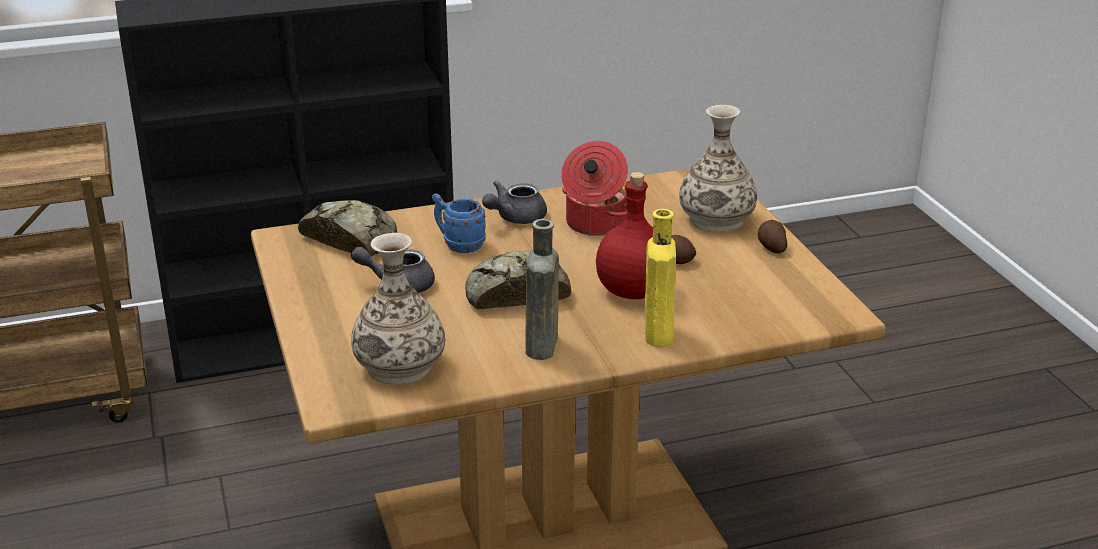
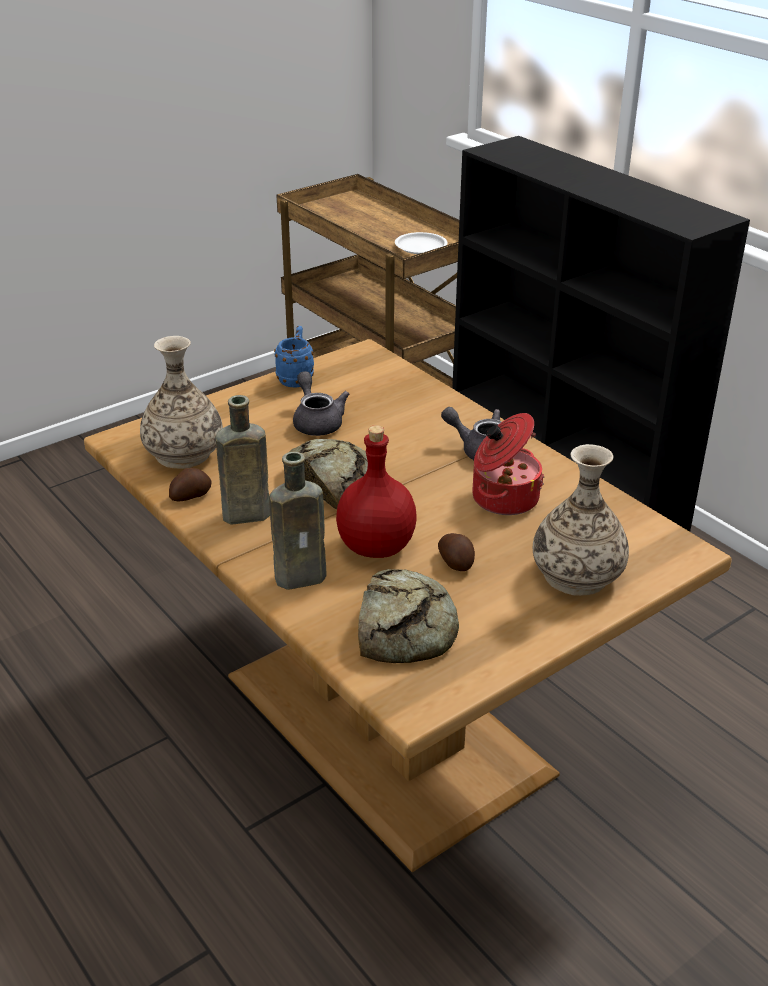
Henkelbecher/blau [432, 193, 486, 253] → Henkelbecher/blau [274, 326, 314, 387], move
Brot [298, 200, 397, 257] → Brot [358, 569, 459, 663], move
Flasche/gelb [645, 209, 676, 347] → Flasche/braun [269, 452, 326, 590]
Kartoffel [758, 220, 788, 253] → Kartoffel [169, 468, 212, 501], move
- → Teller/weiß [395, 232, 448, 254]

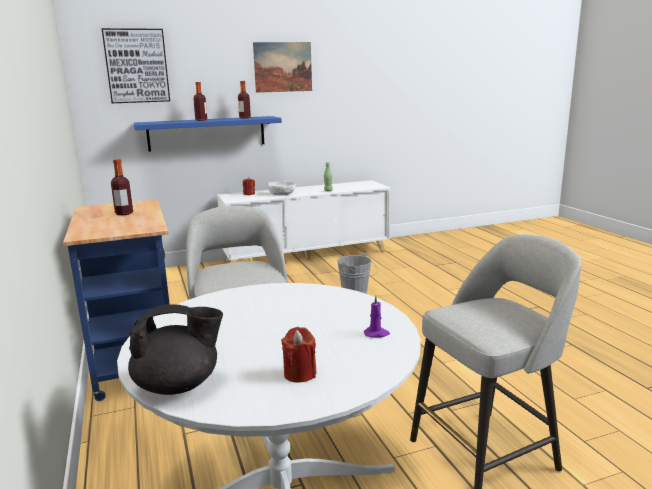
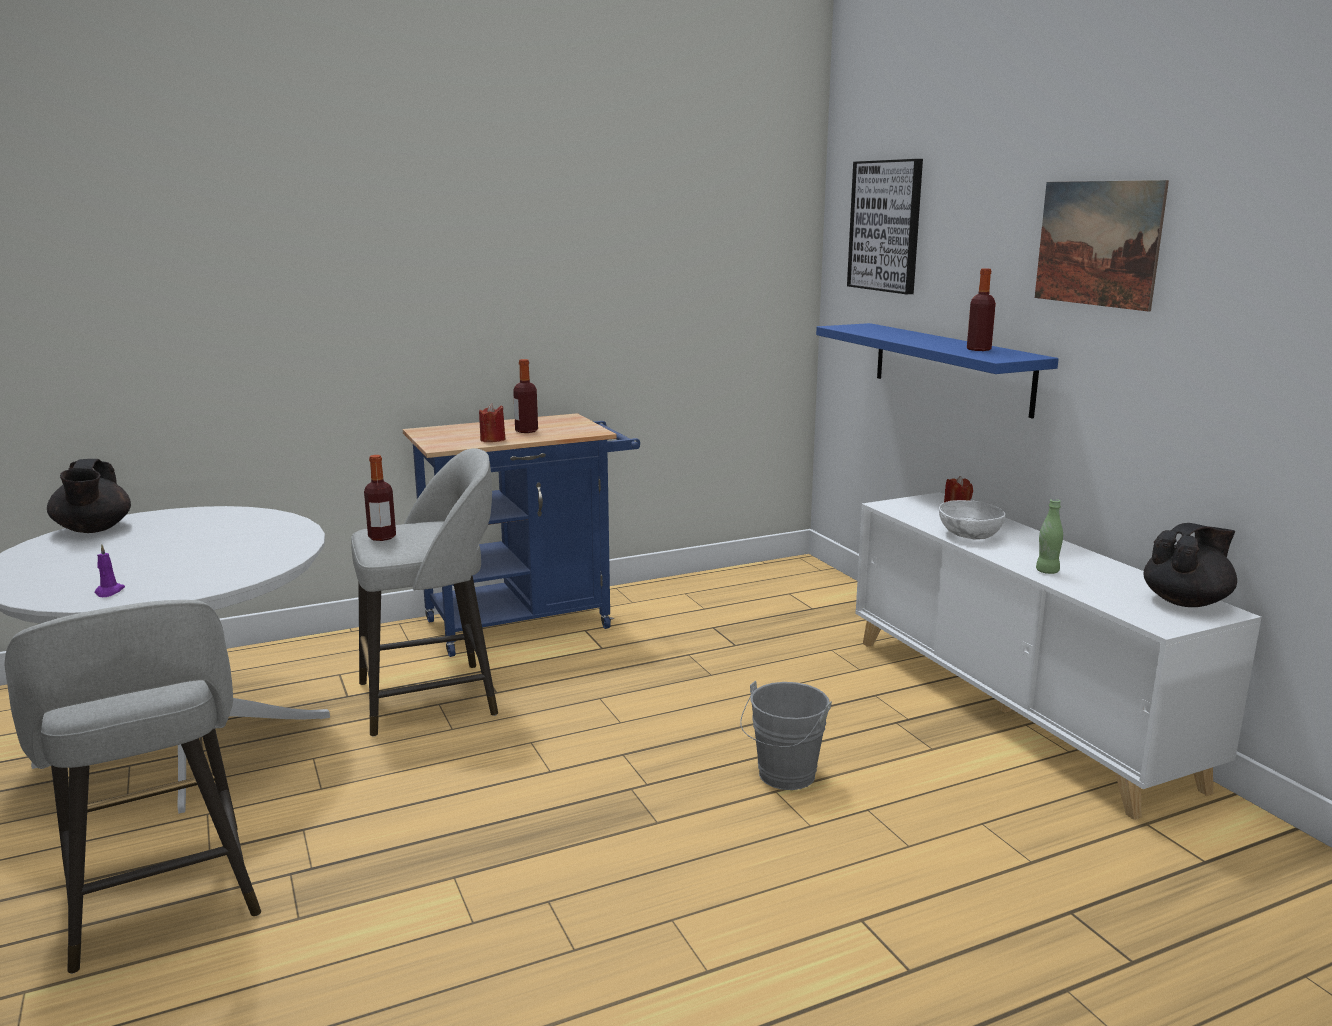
Flasche [193, 82, 207, 121] → Flasche [364, 455, 396, 541], move
Kerze/rot [281, 327, 317, 382] → Kerze/rot [479, 403, 506, 442], move
- → Teekanne/schwarz [1143, 523, 1237, 607]

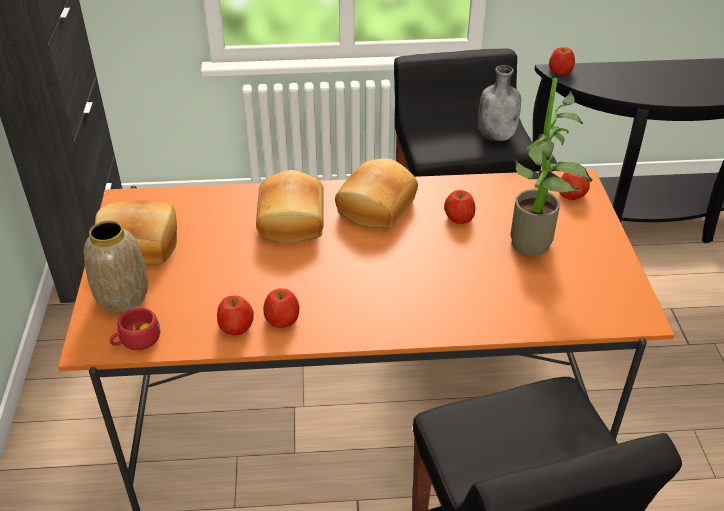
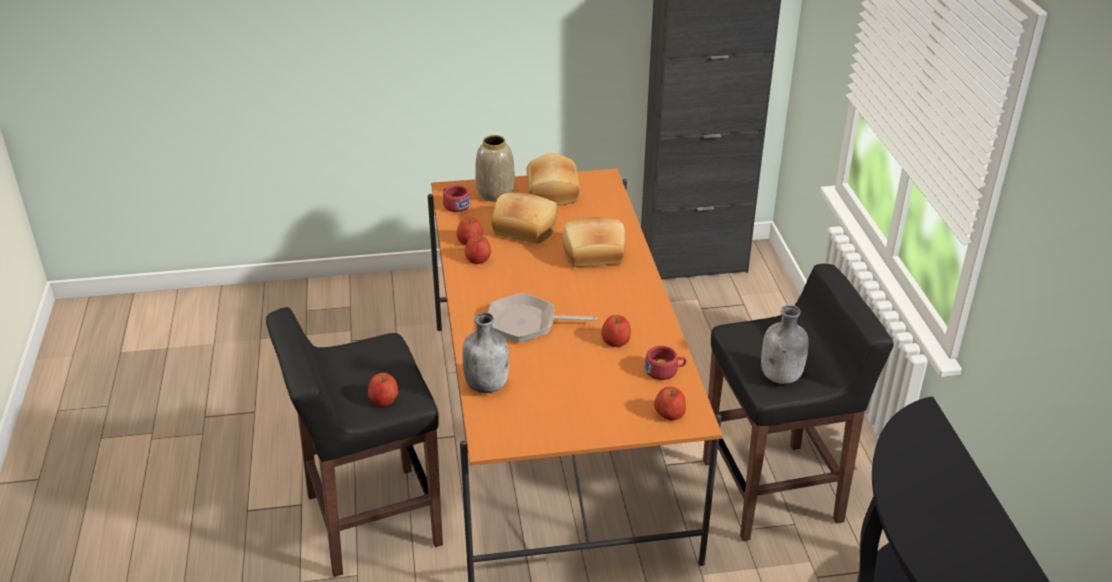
Apfel [549, 47, 575, 75] → Apfel [368, 373, 398, 407], move
Topfpflanze [511, 78, 593, 256] → -
Brot [335, 158, 418, 229] → Brot [491, 193, 558, 244], move
- → Pfanne [488, 293, 597, 343]
- → Flasche/grau [462, 312, 509, 393]
- → Tasse/rot [645, 346, 686, 380]

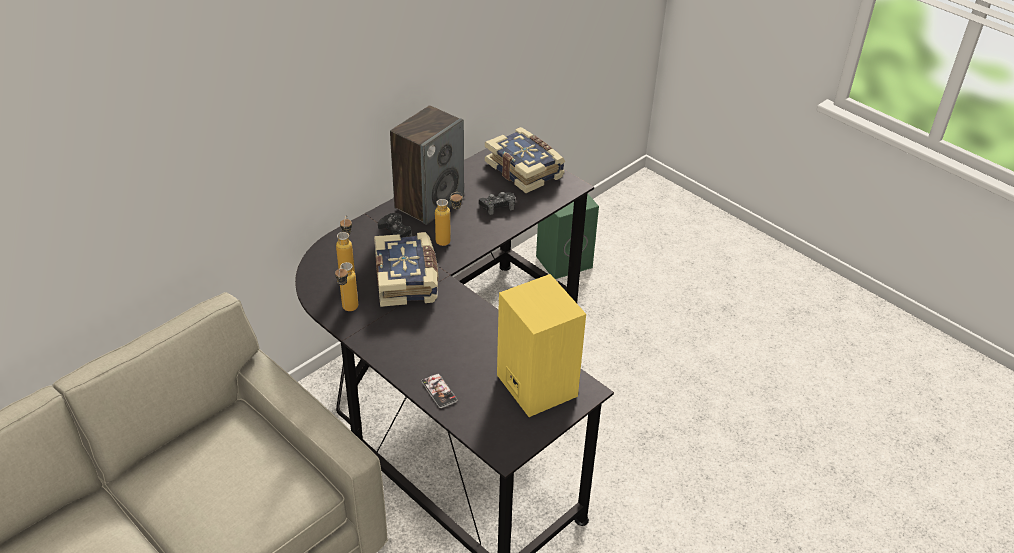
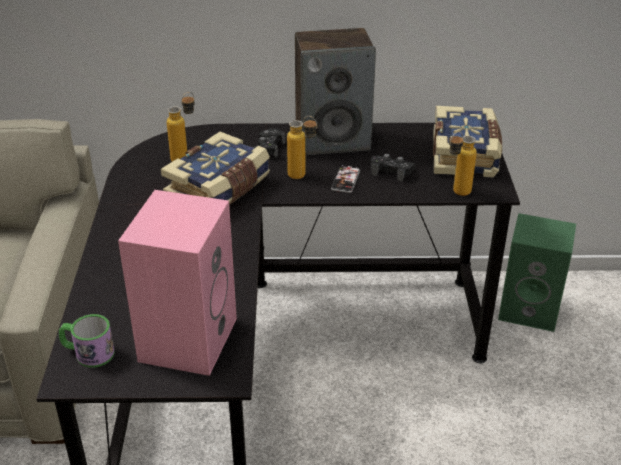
Flasche [335, 262, 358, 311] → Flasche [449, 132, 477, 196], move
Lautsprecher/gelb [497, 274, 586, 417] → Lautsprecher/rosa [118, 190, 237, 376]
Handy [422, 374, 458, 408] → Handy [331, 165, 360, 193], move
- → Henkelbecher [59, 314, 115, 368]

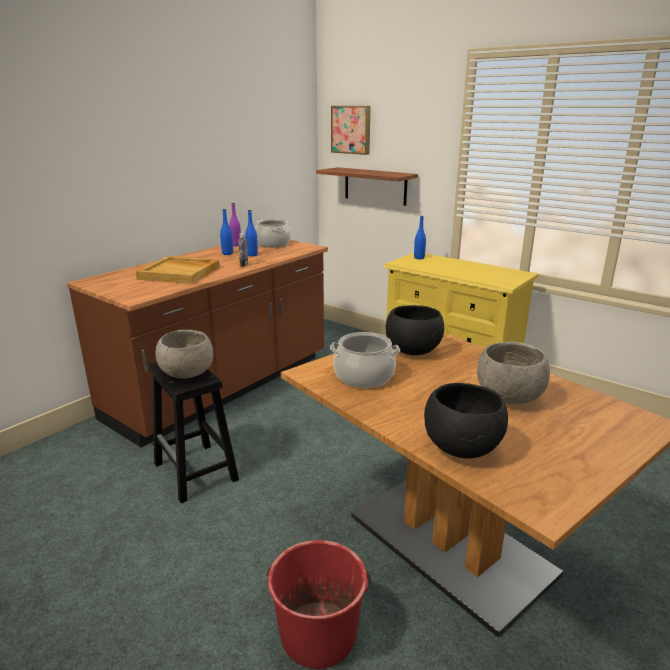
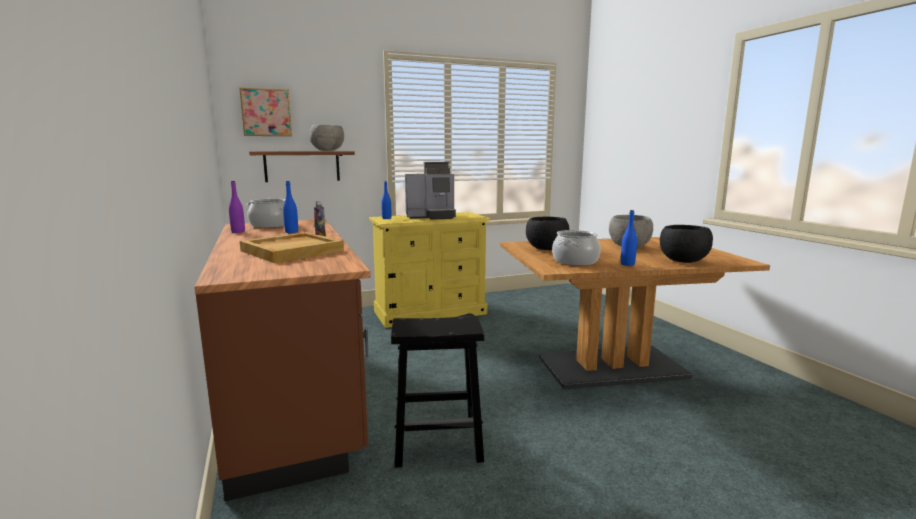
Flasche/blau [220, 209, 233, 255] → Flasche/blau [621, 210, 637, 266], move
Schüssel/grau [155, 330, 213, 379] → Schüssel/grau [309, 125, 344, 151], move
Eimer/rot [266, 540, 371, 669] → -
- → Kaffeemaschine [405, 162, 456, 220]

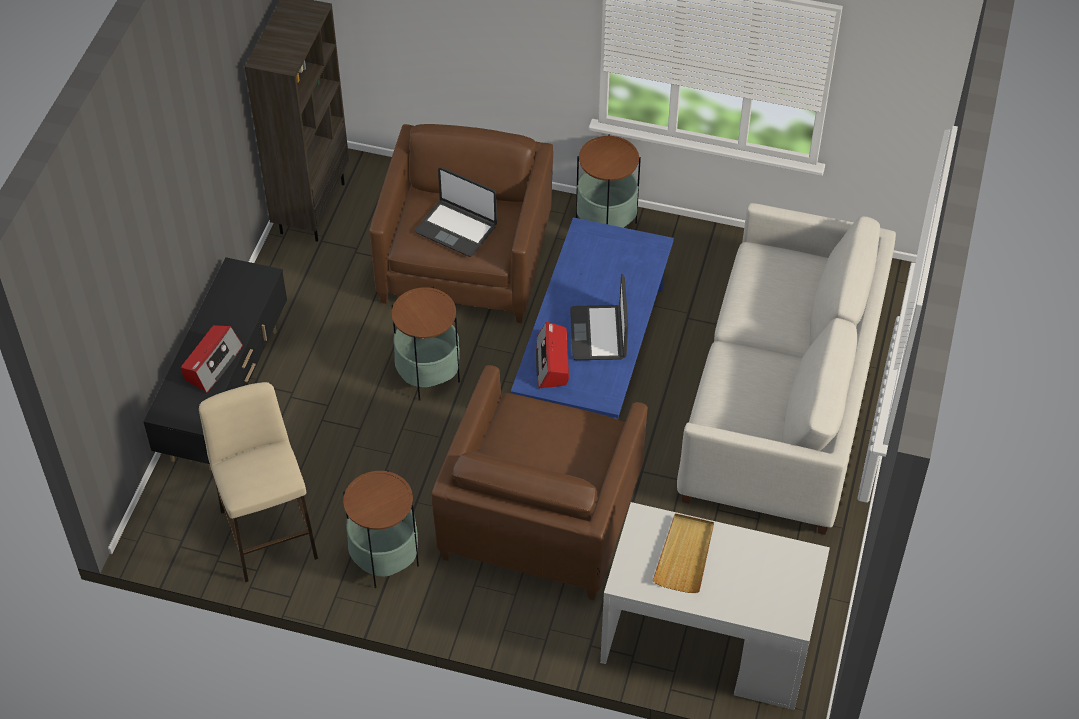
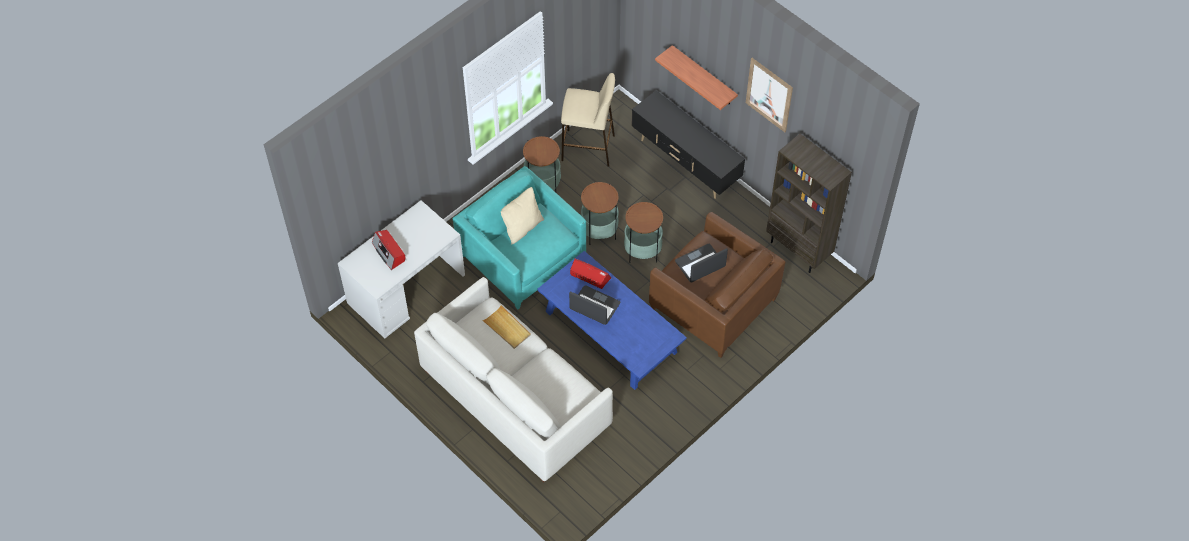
Beistelltisch [576, 134, 641, 228] → Beistelltisch [581, 182, 619, 245], move
Radio [181, 325, 243, 393] → Radio [372, 230, 405, 270], move
Sessel/braun [431, 365, 648, 600] → Sessel/türkis [453, 166, 586, 309]
Tablett/beige [653, 513, 714, 593] → Tablett/beige [482, 305, 531, 349], move
- → Wandregal [655, 45, 738, 110]
- → Bild [746, 58, 793, 132]
- → Kissen/beige [501, 187, 544, 244]

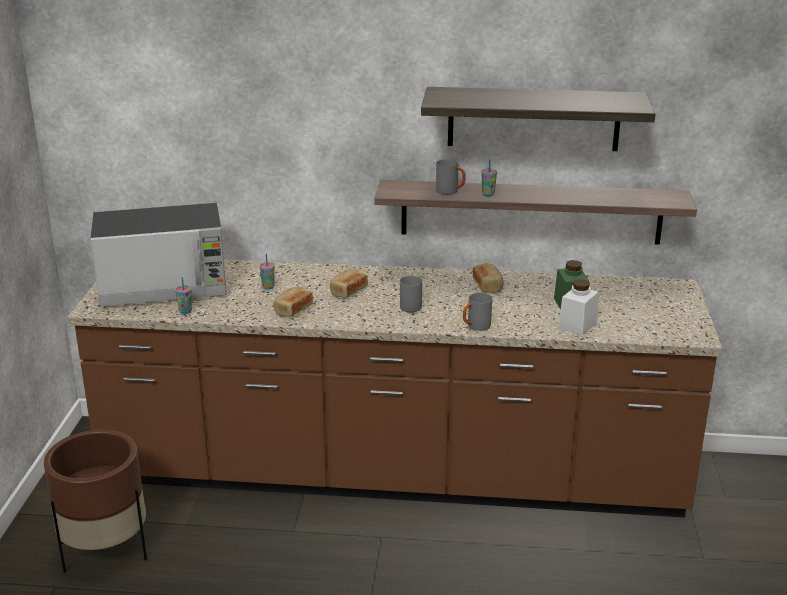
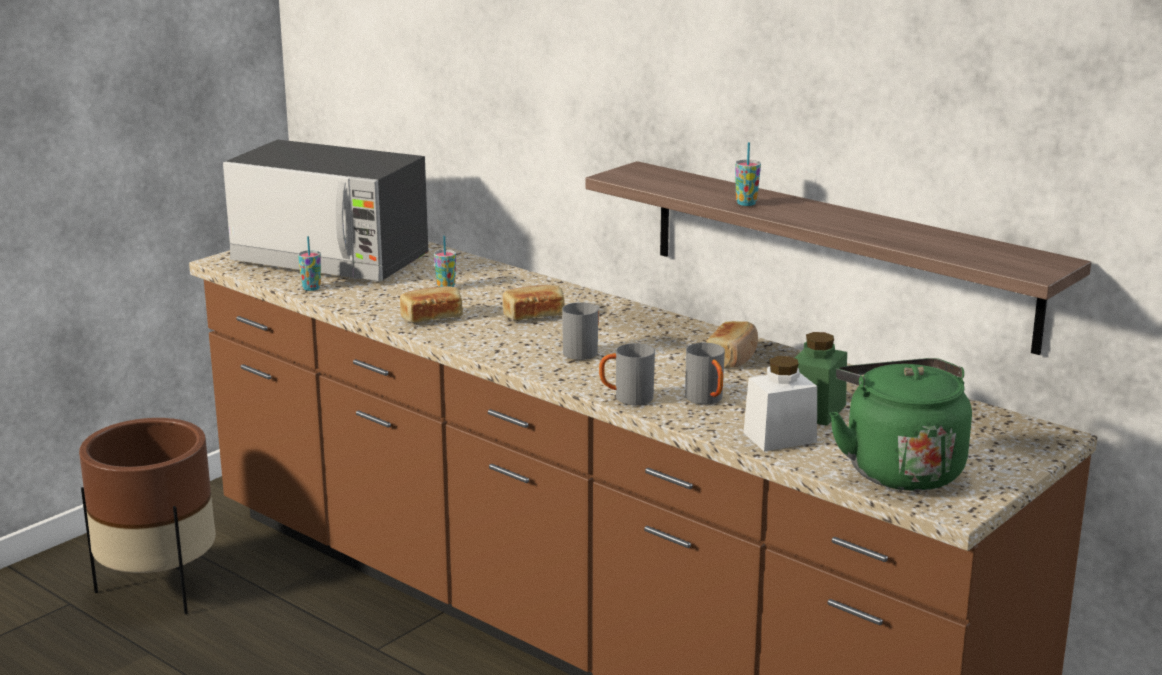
Wandregal [421, 87, 656, 151] → -
Henkelbecher/grau [436, 159, 466, 195] → Henkelbecher/grau [685, 343, 725, 404], move
- → Wasserkessel/grün [830, 358, 972, 491]

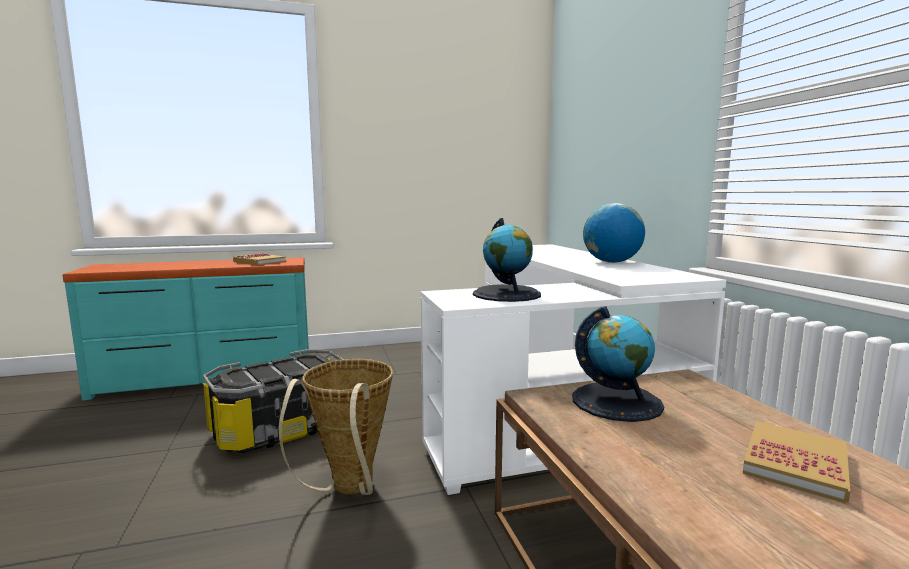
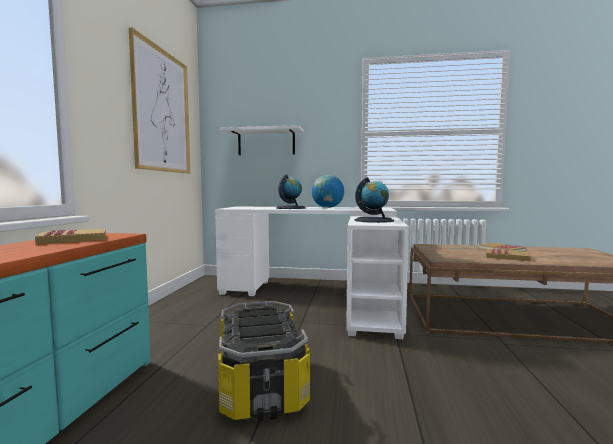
Globus [572, 306, 664, 422] → Globus [276, 174, 306, 209], move
Korb [279, 359, 393, 495] → -
- → Bild [129, 27, 190, 173]
- → Wandregal/weiß [221, 125, 304, 155]
- → Buch [486, 249, 531, 261]

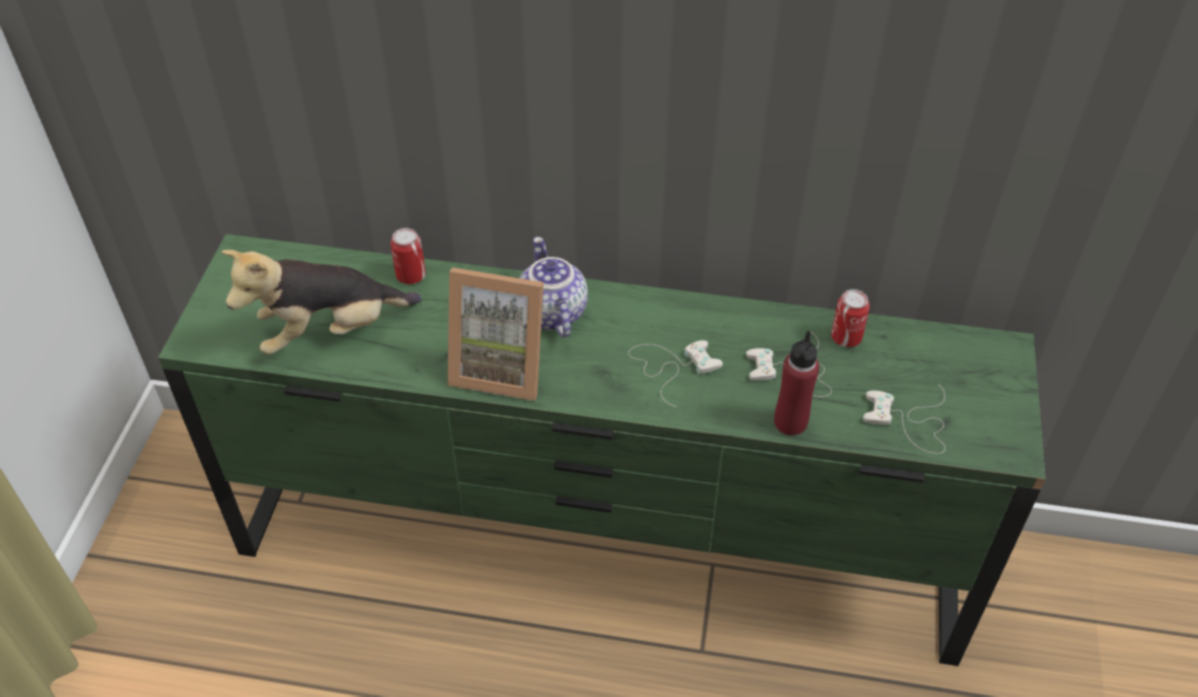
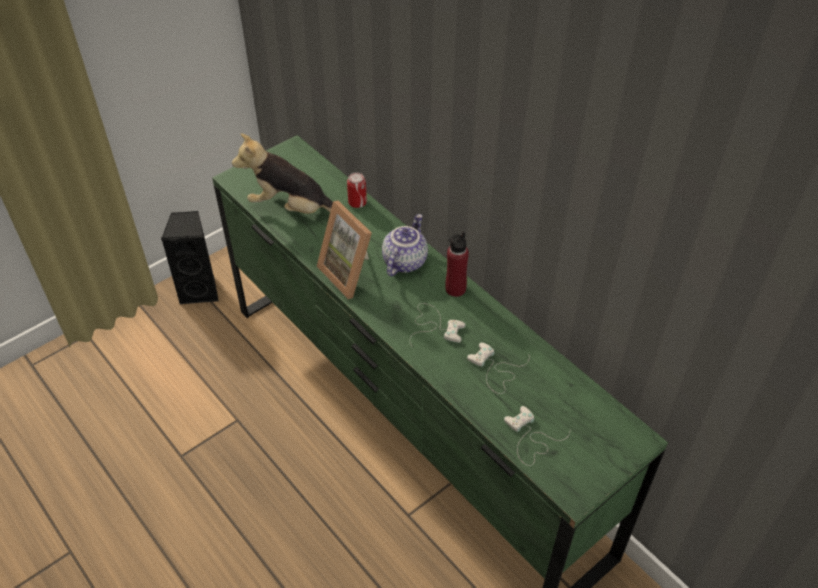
Dose [831, 289, 870, 347] → -
Flasche/rot [774, 330, 819, 436] → Flasche/rot [445, 232, 469, 297], move
- → Lautsprecher/schwarz [161, 211, 219, 304]

